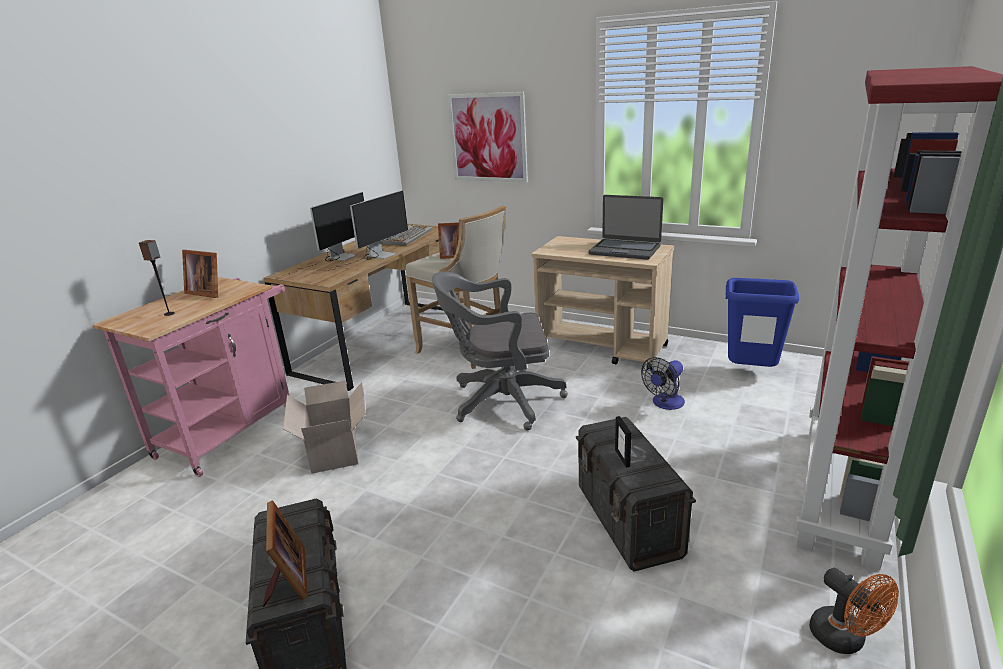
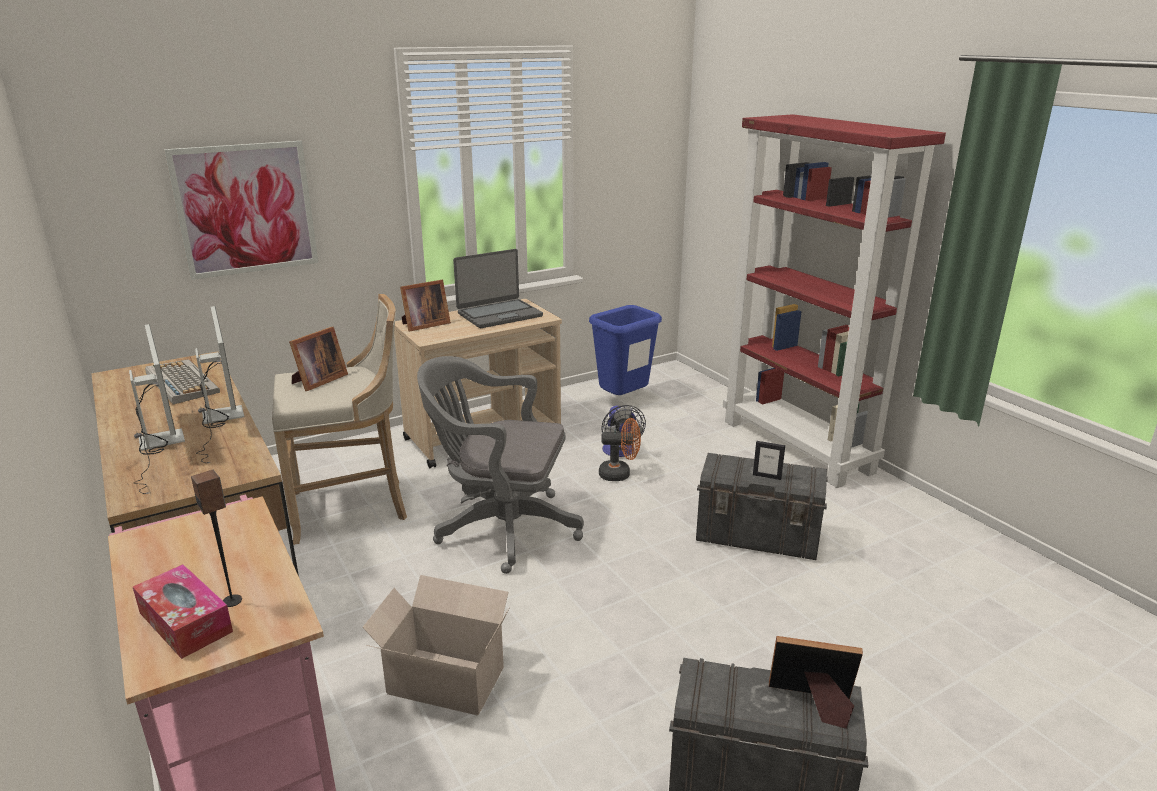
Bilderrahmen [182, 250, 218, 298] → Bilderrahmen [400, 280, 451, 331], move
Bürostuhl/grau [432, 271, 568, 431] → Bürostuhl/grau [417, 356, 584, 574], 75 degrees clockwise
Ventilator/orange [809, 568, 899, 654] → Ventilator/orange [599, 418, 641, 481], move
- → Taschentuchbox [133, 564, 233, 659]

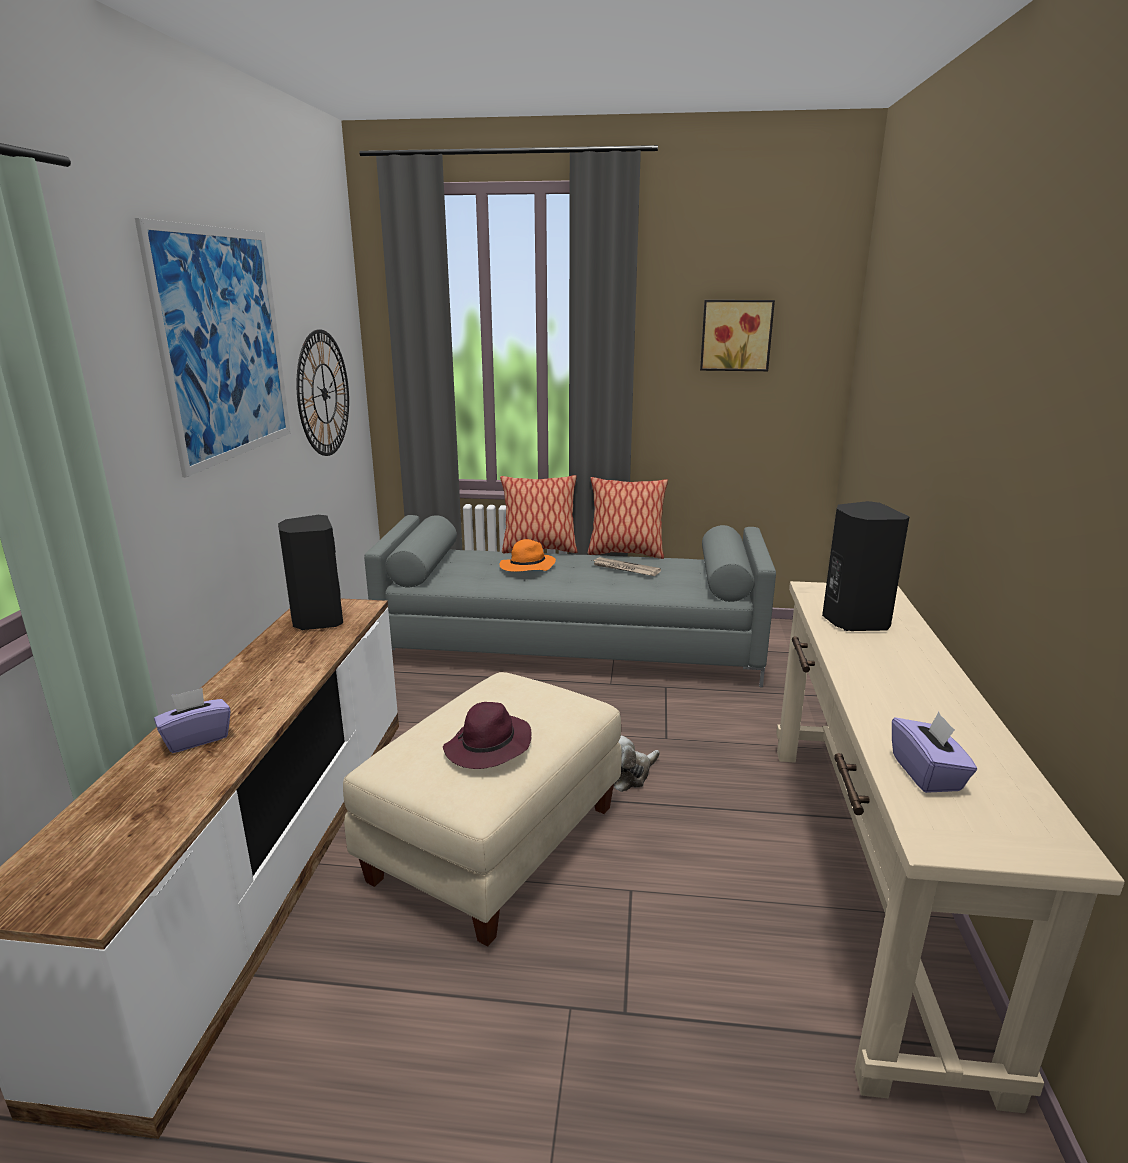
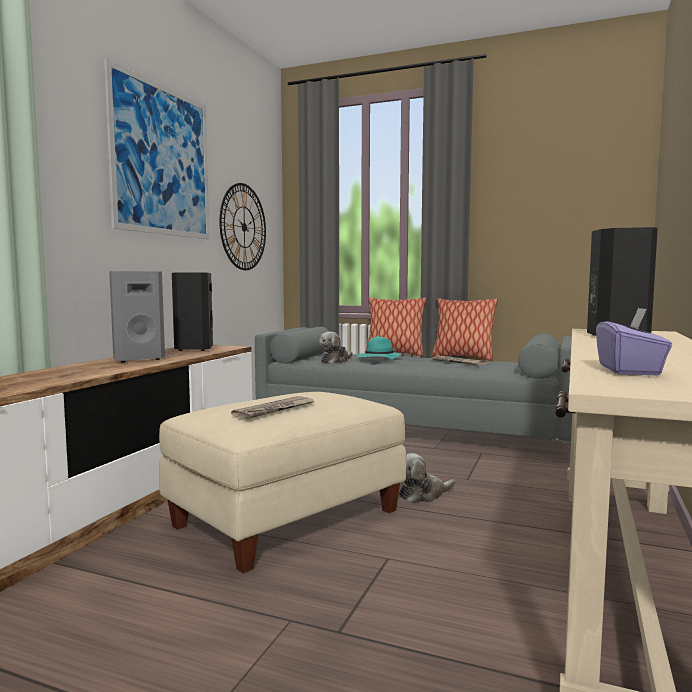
Bild [700, 300, 775, 371] → -
Hut/orange [500, 539, 556, 572] → Hut/türkis [357, 336, 401, 359]
Taschentuchbox/lila [154, 688, 231, 753] → -
Hut/lila [443, 702, 532, 769] → Zeitung [231, 396, 314, 419]
- → Lautsprecher/grau [109, 271, 165, 362]
- → Plüschtier [319, 332, 353, 364]

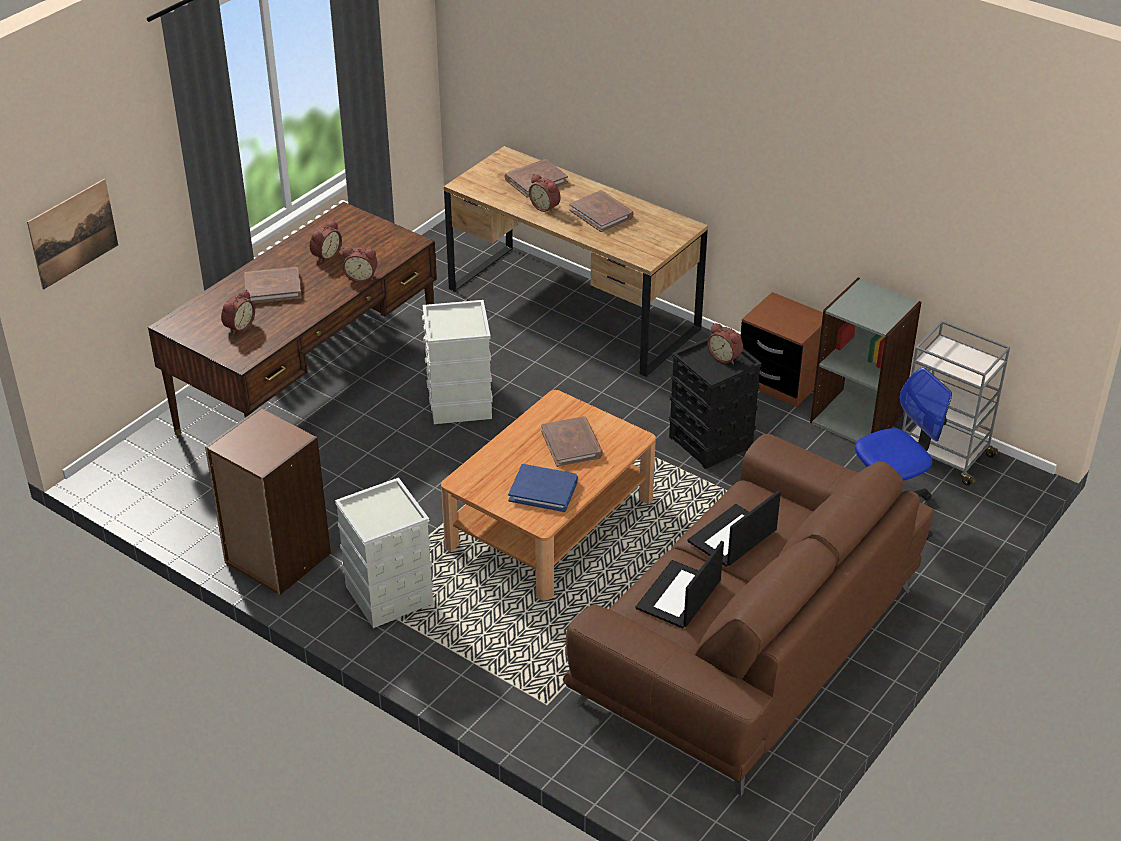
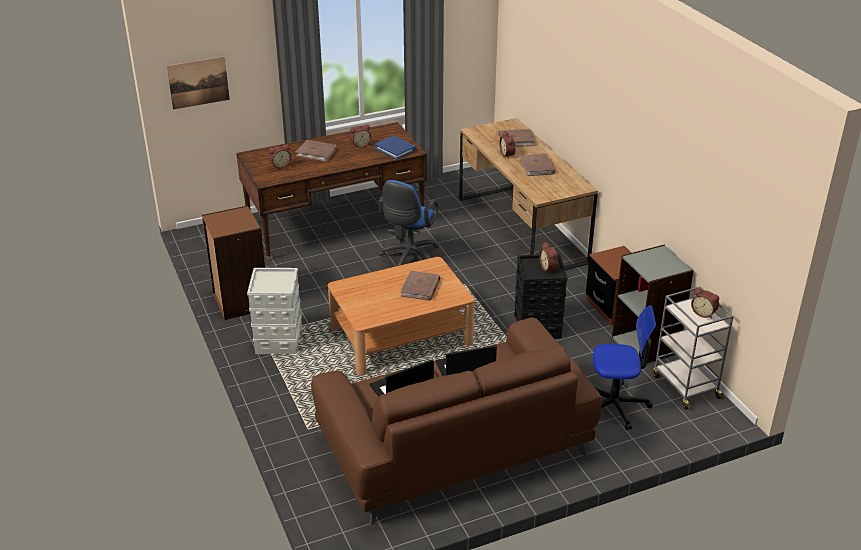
Wecker [342, 247, 378, 283] → Wecker [691, 288, 719, 319], move
Aufbewahrungsbox/grau [422, 300, 493, 424] → Bürostuhl/blau [379, 180, 439, 266]
Buch/blau [508, 464, 578, 512] → Buch/blau [374, 135, 416, 160], move

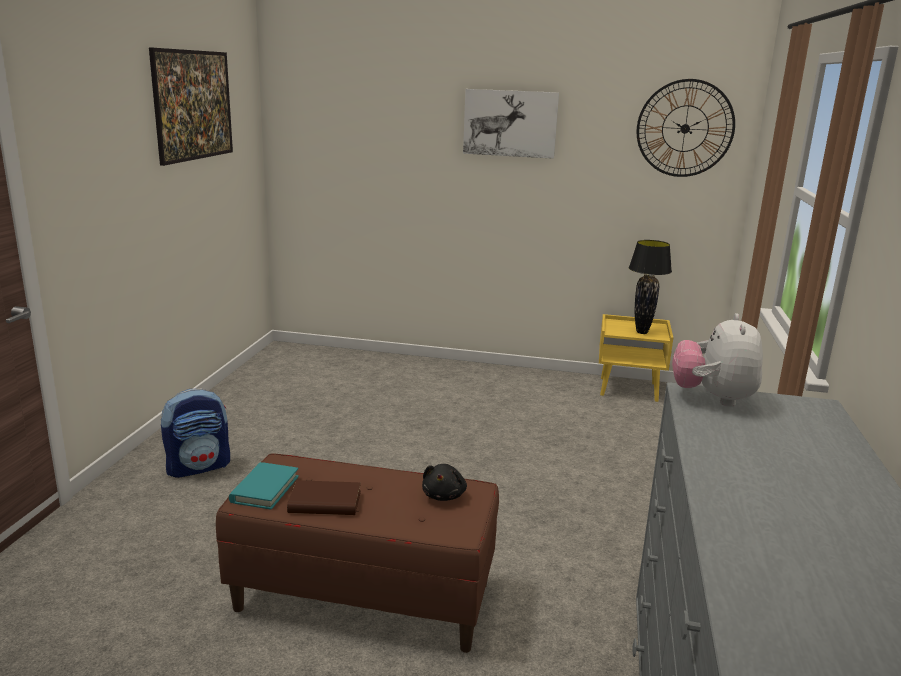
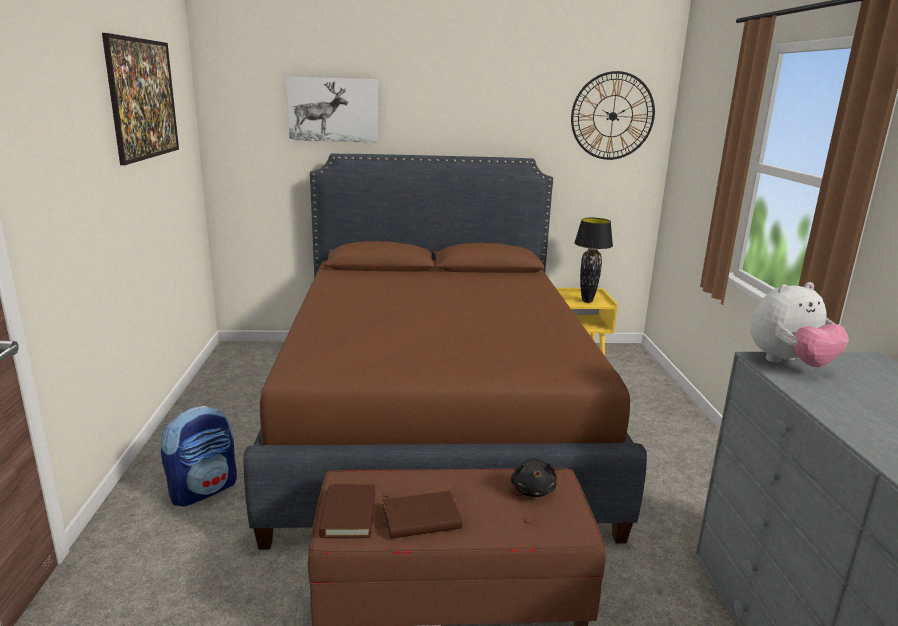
Bild [463, 89, 559, 159] → Bild [286, 76, 378, 142], move
Plüschtier [672, 313, 763, 407] → Plüschtier [750, 282, 849, 367], 105 degrees counterclockwise
Buch/türkis [229, 462, 299, 510] → Buch/braun [319, 484, 375, 538]
- → Bett/braun [243, 154, 647, 550]

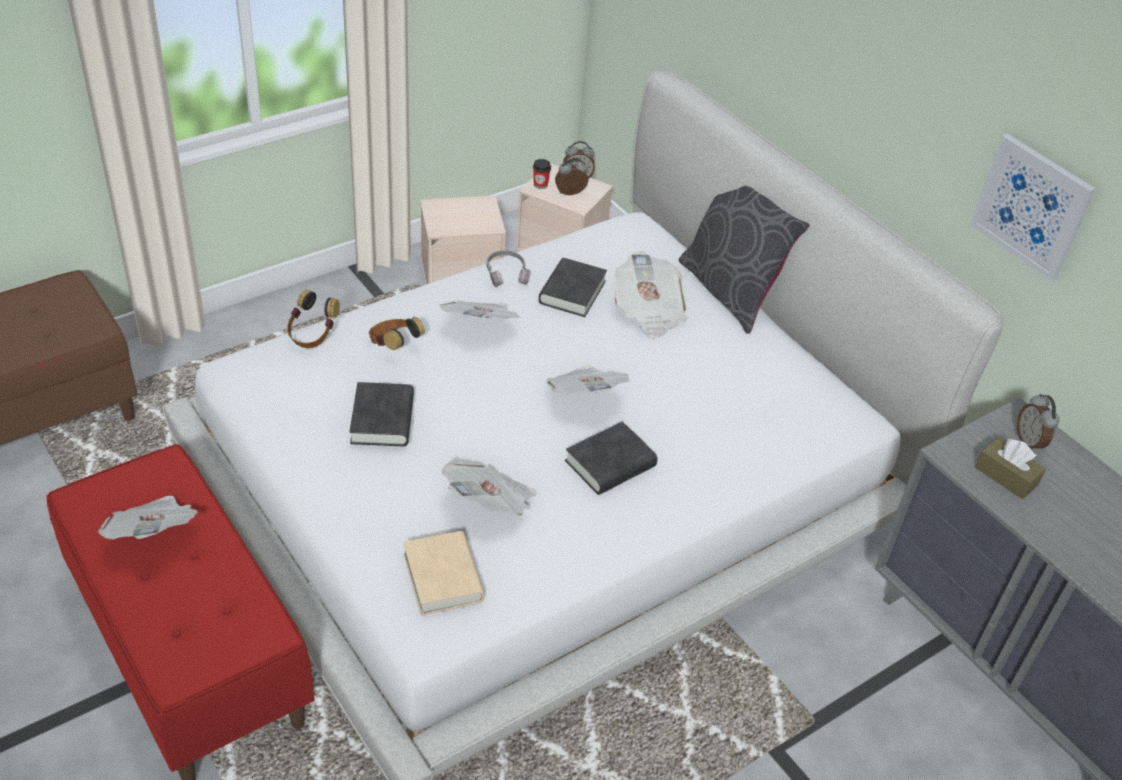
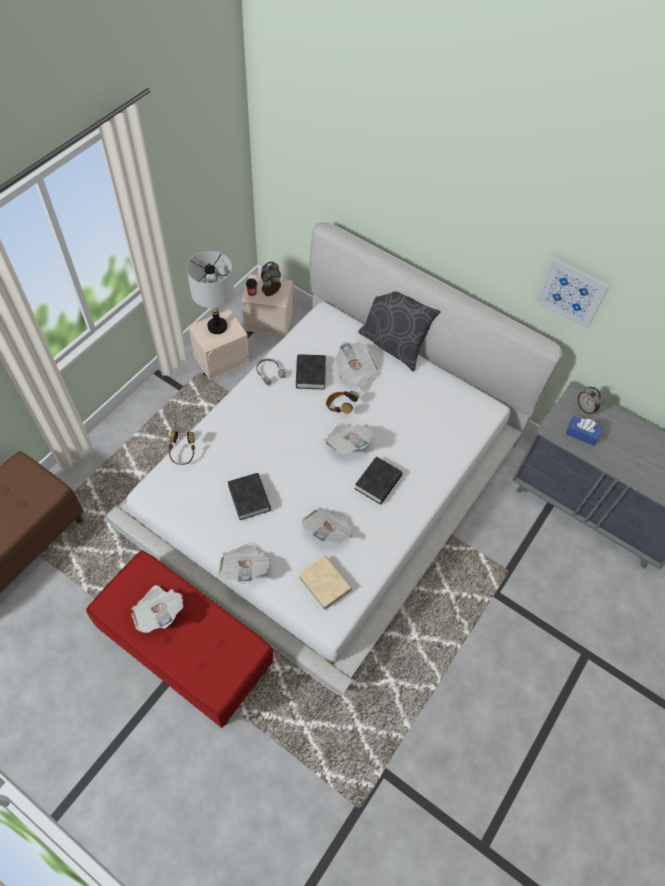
Zeitung [440, 300, 519, 319] → Zeitung [218, 542, 271, 584], move
Kopfhörer [369, 317, 425, 350] → Kopfhörer [326, 391, 359, 414], move
Taschentuchbox/braun [975, 438, 1046, 499] → Taschentuchbox/blau [566, 416, 602, 446]
- → Tischlampe/grau [187, 251, 234, 334]

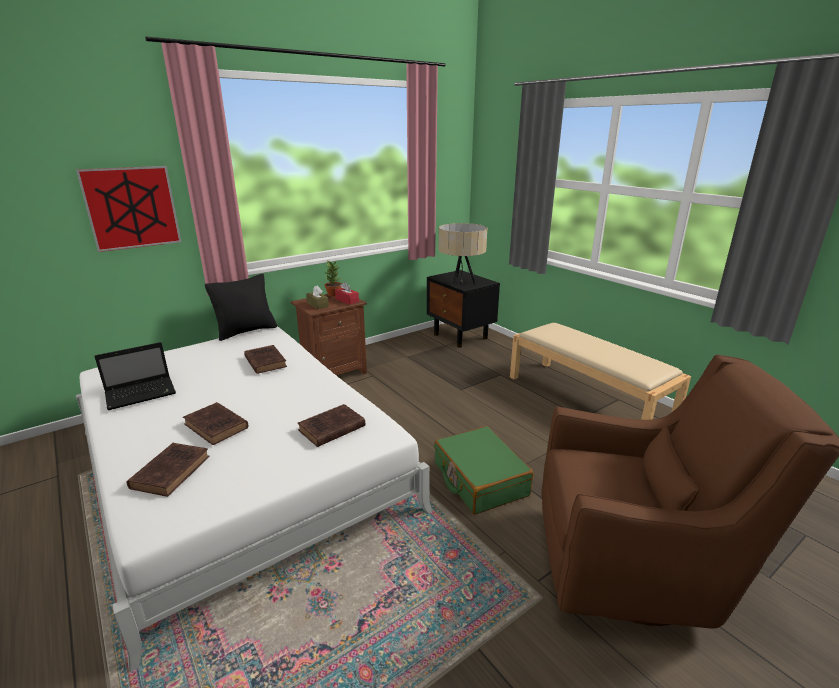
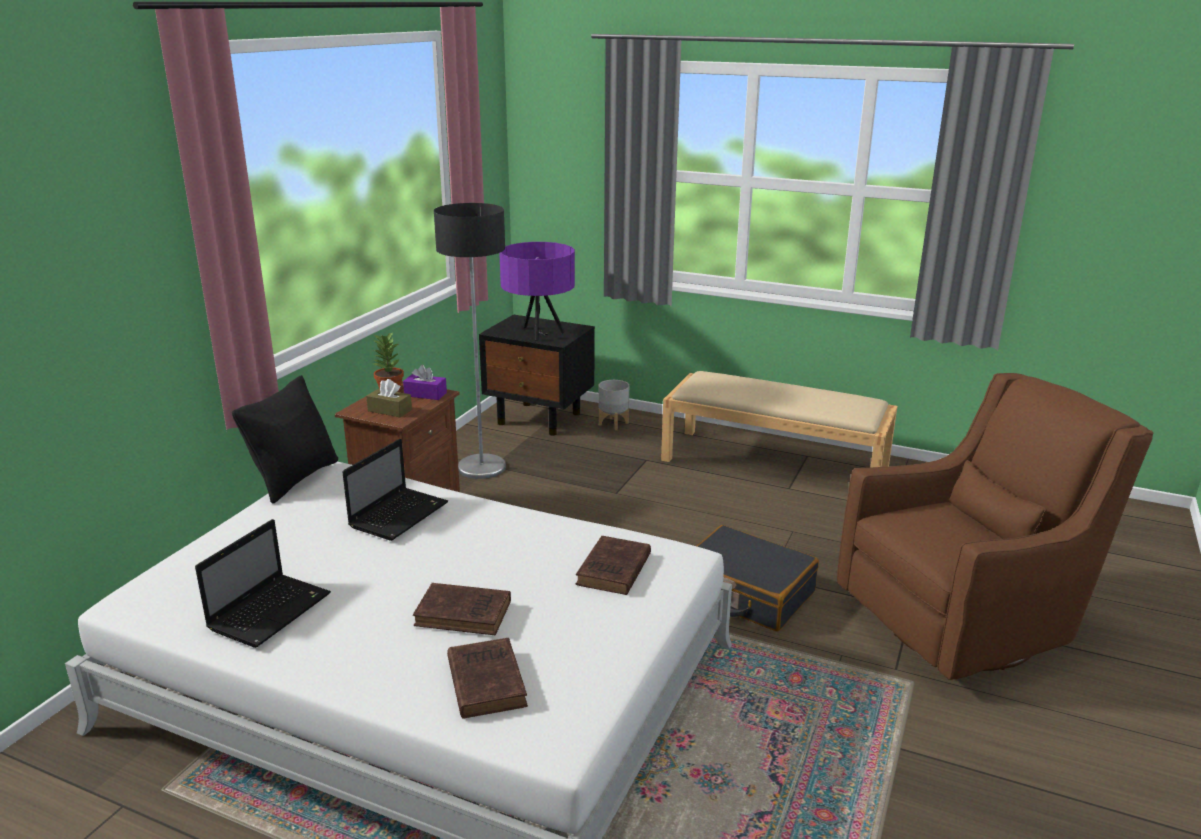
Bild [76, 166, 181, 252] → -
Tischlampe/beige [438, 223, 487, 285] → Tischlampe/lila [499, 242, 575, 340]
Taschentuchbox/rot [335, 282, 359, 305] → Taschentuchbox/lila [403, 365, 447, 400]
Buch/braun [244, 345, 287, 374] → Laptop [343, 439, 448, 541]
Koffer/grün [434, 426, 533, 515] → Koffer/schwarz [697, 525, 819, 631]
- → Stehlampe [434, 203, 506, 479]
- → Pflanzkübel/grau [598, 380, 629, 430]

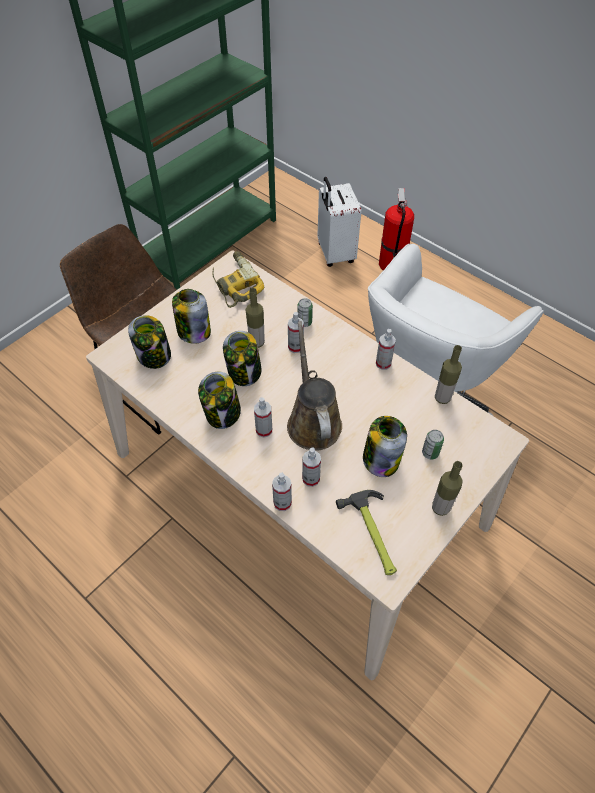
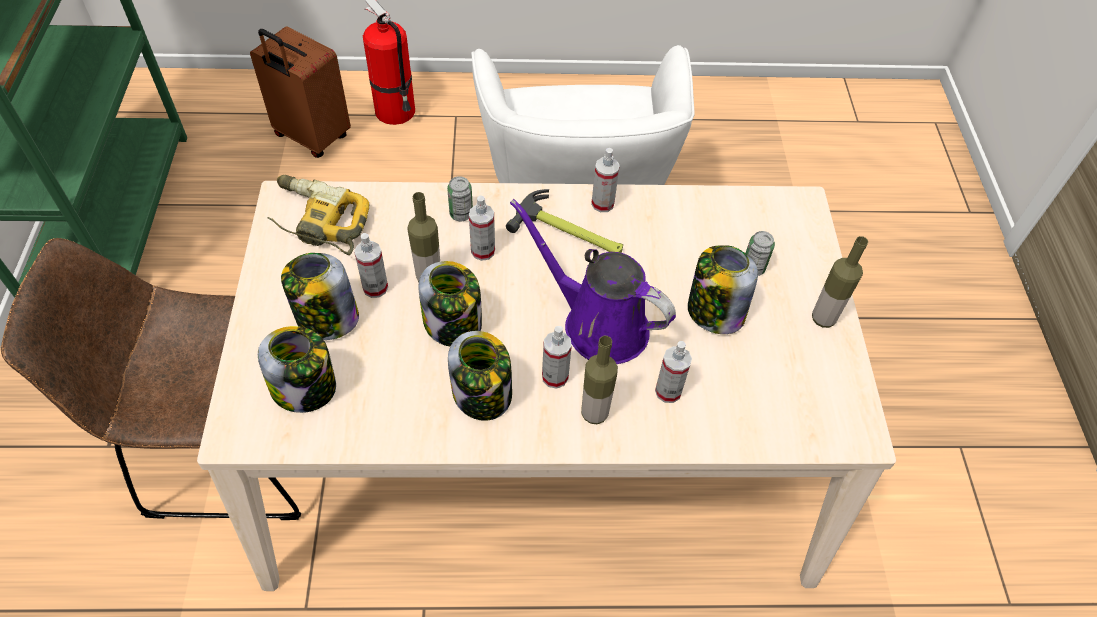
Koffer/weiß [317, 177, 361, 267] → Koffer/braun [250, 26, 351, 158]
Gießkanne/braun [287, 321, 342, 451] → Gießkanne/lila [510, 199, 676, 364]
Flasche [435, 345, 462, 404] → Flasche [581, 335, 618, 424], move
Sprühflasche [272, 473, 292, 511] → Sprühflasche [354, 233, 388, 298], move
Hammer [336, 490, 397, 575] → Hammer [506, 189, 623, 253], move

